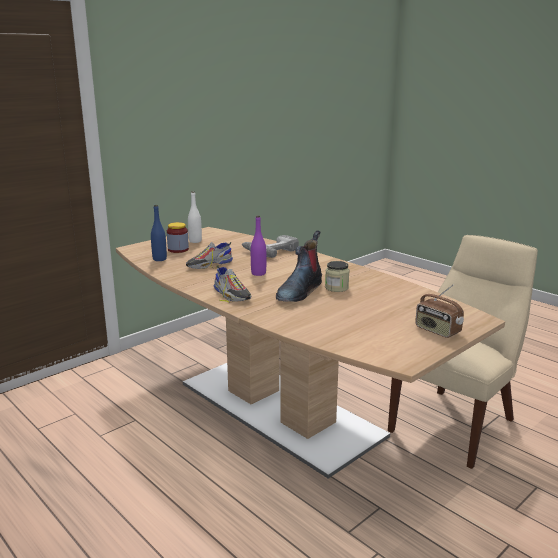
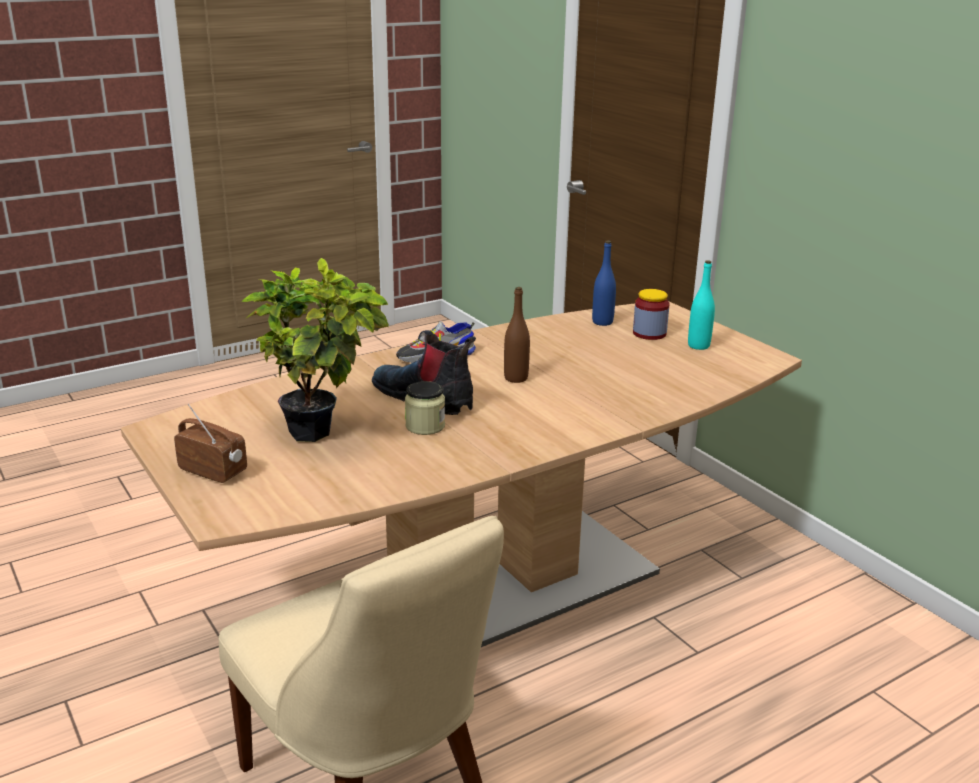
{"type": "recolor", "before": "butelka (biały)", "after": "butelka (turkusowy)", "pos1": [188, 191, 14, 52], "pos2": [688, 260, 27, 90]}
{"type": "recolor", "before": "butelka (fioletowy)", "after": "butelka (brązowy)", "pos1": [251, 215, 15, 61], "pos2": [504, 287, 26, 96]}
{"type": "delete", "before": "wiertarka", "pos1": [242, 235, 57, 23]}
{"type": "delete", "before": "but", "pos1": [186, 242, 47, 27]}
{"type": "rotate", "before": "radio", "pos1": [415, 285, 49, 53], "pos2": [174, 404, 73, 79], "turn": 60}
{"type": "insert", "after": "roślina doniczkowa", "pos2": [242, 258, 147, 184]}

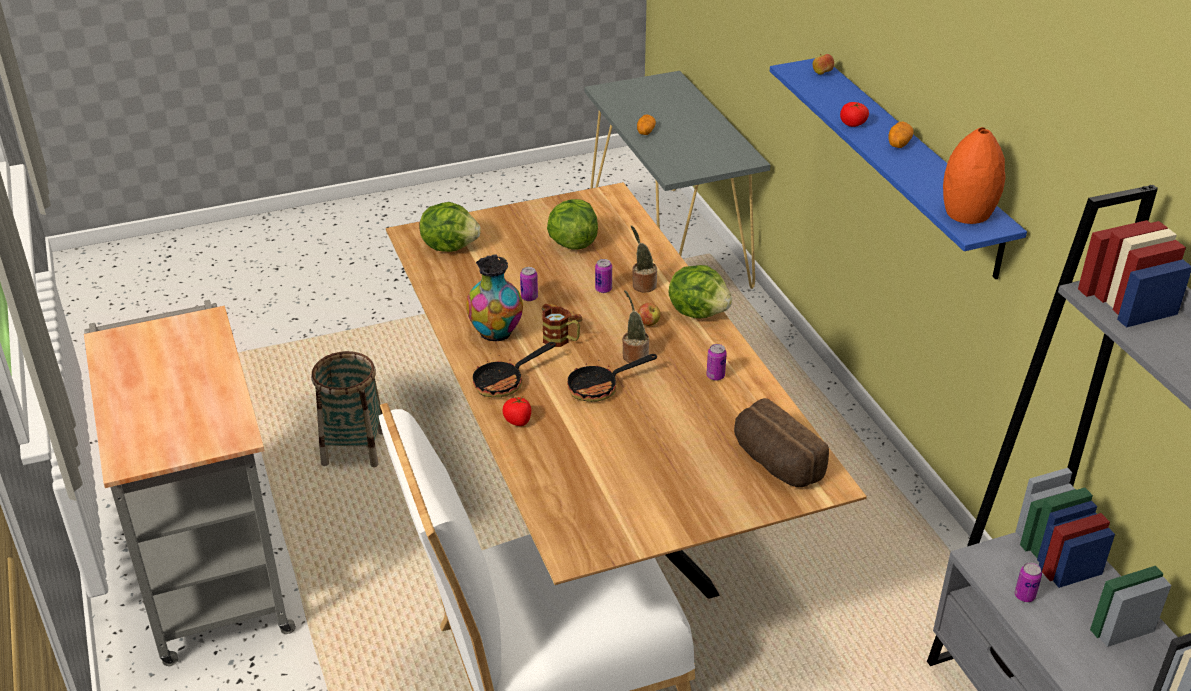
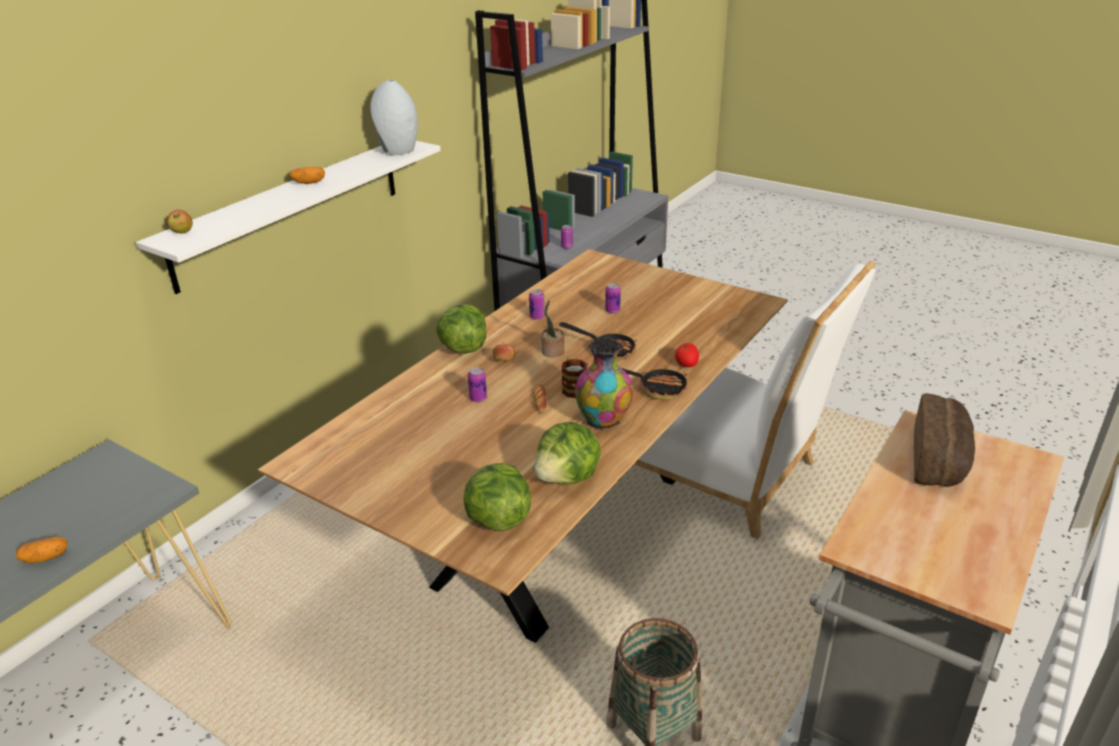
{"type": "recolor", "before": "półka (niebieski)", "after": "półka (biały)", "pos1": [770, 58, 257, 221], "pos2": [136, 141, 305, 153]}
{"type": "delete", "before": "pomidor", "pos1": [840, 102, 29, 25]}
{"type": "recolor", "before": "wazon (pomarańczowy)", "after": "wazon (szary)", "pos1": [943, 127, 63, 97], "pos2": [370, 80, 48, 75]}
{"type": "move", "before": "sałata", "pos1": [547, 199, 51, 51], "pos2": [534, 422, 67, 62]}
{"type": "delete", "before": "roślina doniczkowa", "pos1": [631, 226, 26, 67]}
{"type": "move", "before": "puszka", "pos1": [520, 267, 18, 34], "pos2": [605, 283, 16, 31]}
{"type": "move", "before": "chleb", "pos1": [734, 398, 95, 89], "pos2": [914, 393, 61, 94]}

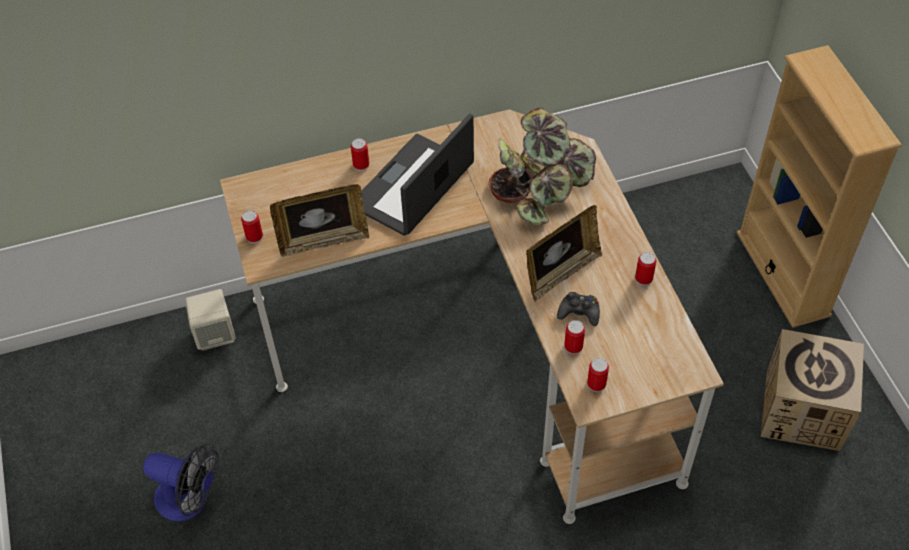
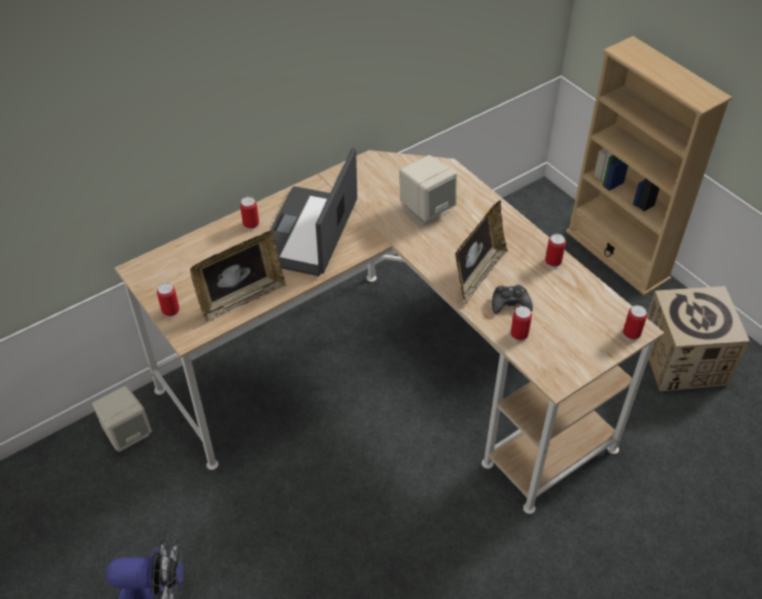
{"type": "replace", "before": "roślina doniczkowa", "after": "głośnik (beżowy)", "pos1": [488, 107, 108, 118], "pos2": [399, 155, 58, 71]}
{"type": "move", "before": "puszka", "pos1": [587, 358, 22, 34], "pos2": [623, 305, 24, 36]}

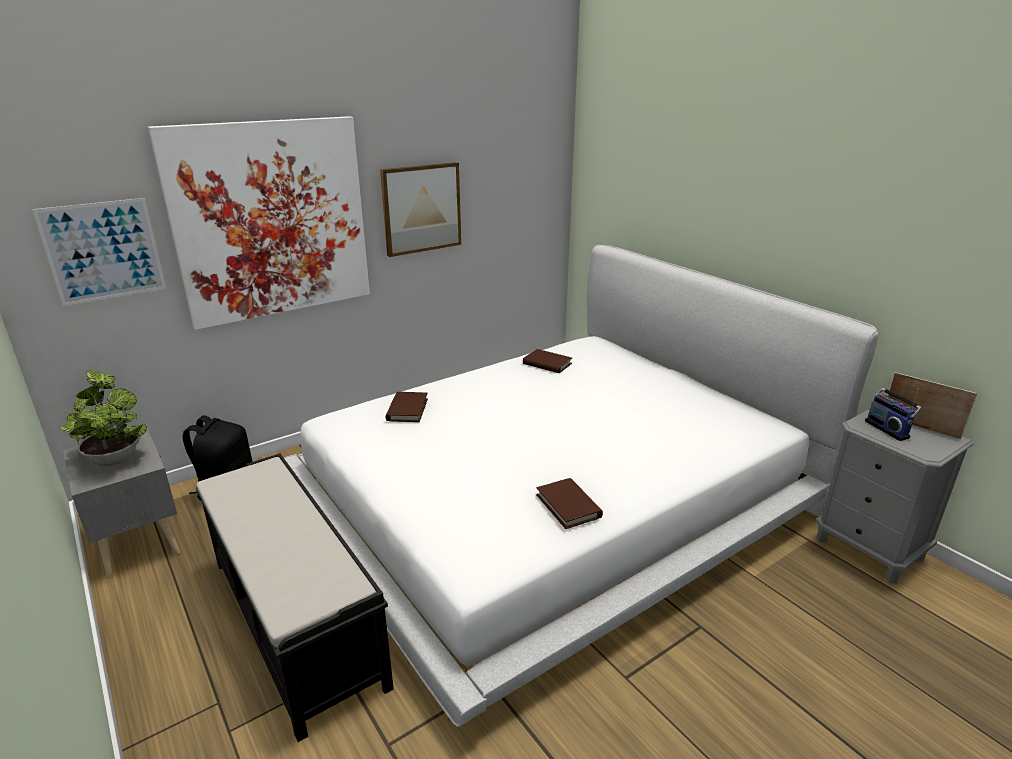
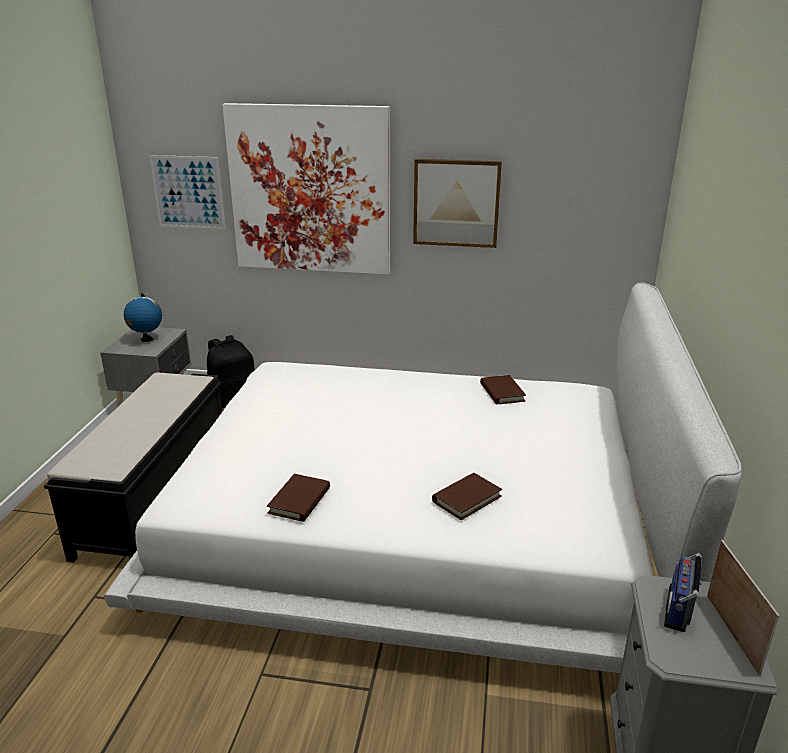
{"type": "replace", "before": "roślina doniczkowa", "after": "globus", "pos1": [59, 370, 88, 96], "pos2": [124, 293, 38, 49]}
{"type": "move", "before": "książka (brązowy)", "pos1": [386, 392, 42, 30], "pos2": [432, 473, 70, 47]}

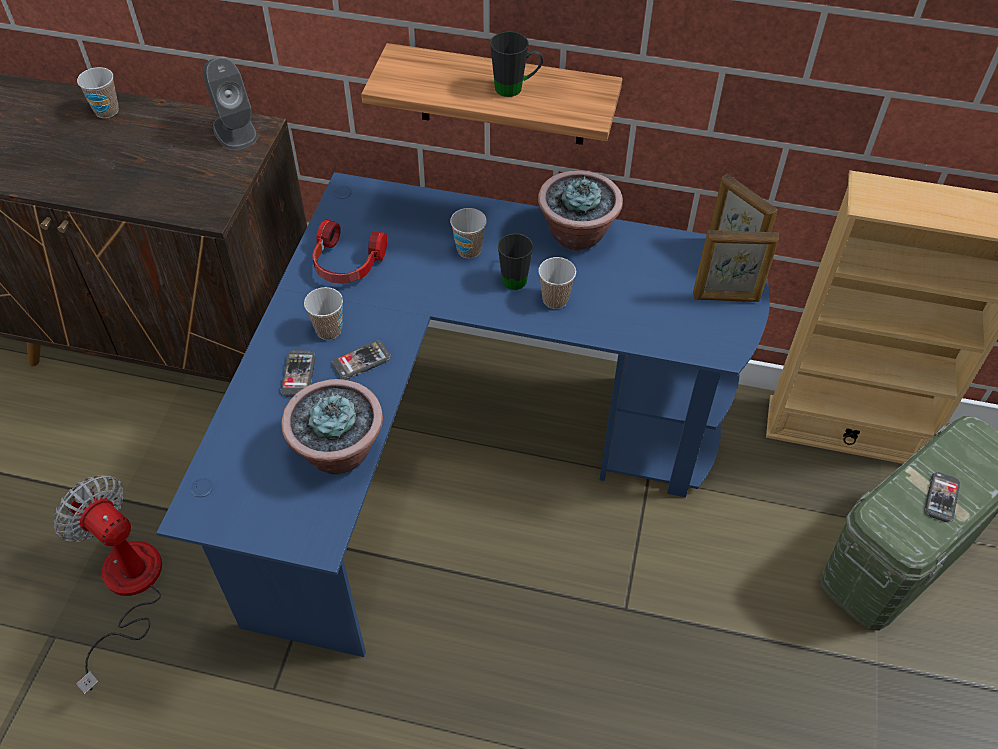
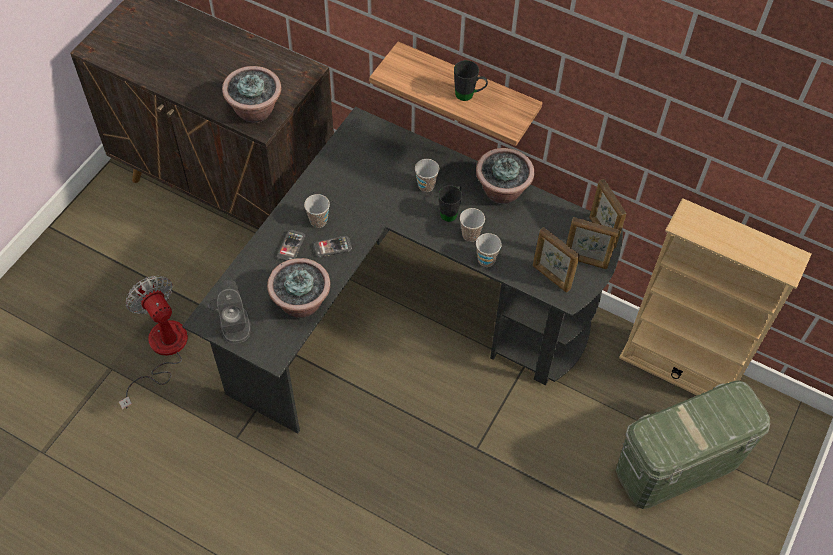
{"type": "move", "before": "głośnik (szary)", "pos1": [203, 58, 55, 92], "pos2": [217, 280, 34, 64]}
{"type": "move", "before": "filiżanka", "pos1": [77, 67, 42, 51], "pos2": [476, 233, 26, 34]}
{"type": "recolor", "before": "biurko (niebieski)", "after": "biurko (czarny)", "pos1": [157, 172, 613, 485], "pos2": [182, 107, 441, 326]}
{"type": "delete", "before": "słuchawki", "pos1": [312, 220, 75, 64]}
{"type": "delete", "before": "telefon", "pos1": [924, 472, 36, 50]}
{"type": "insert", "after": "roślina doniczkowa", "pos2": [222, 66, 59, 57]}
{"type": "insert", "after": "ramka na zdjęcie", "pos2": [533, 227, 47, 65]}

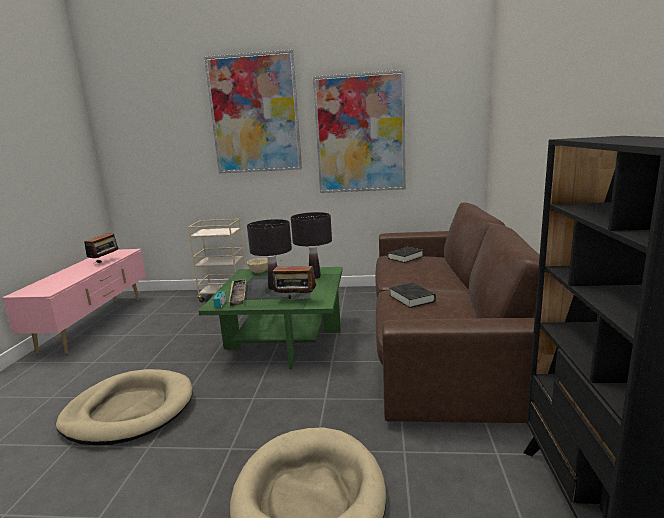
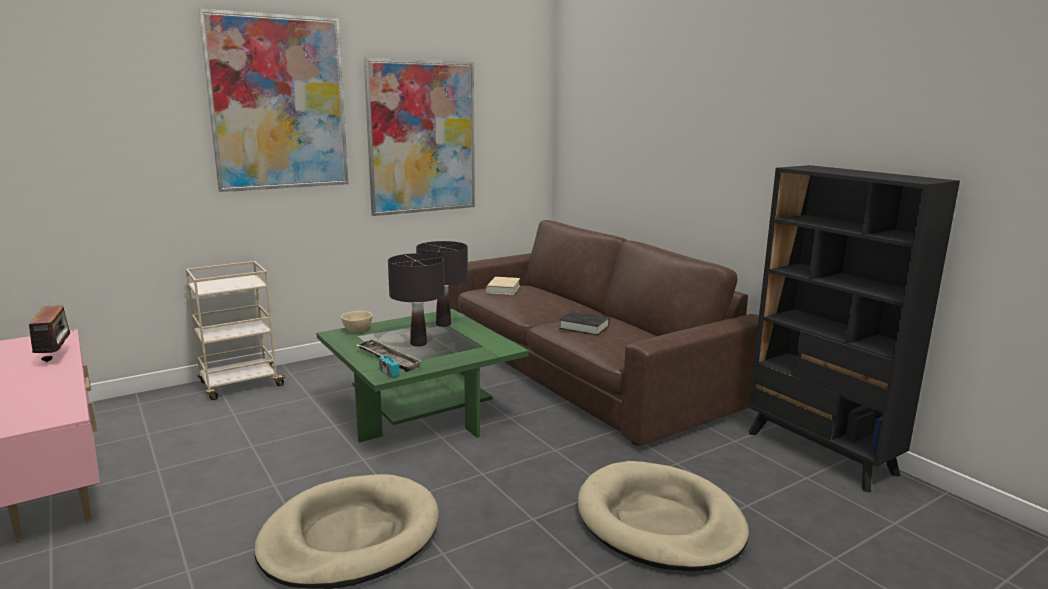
{"type": "recolor", "before": "książka (czarny)", "after": "książka (beżowy)", "pos1": [387, 247, 36, 16], "pos2": [486, 277, 34, 18]}
{"type": "delete", "before": "radio", "pos1": [273, 260, 43, 39]}

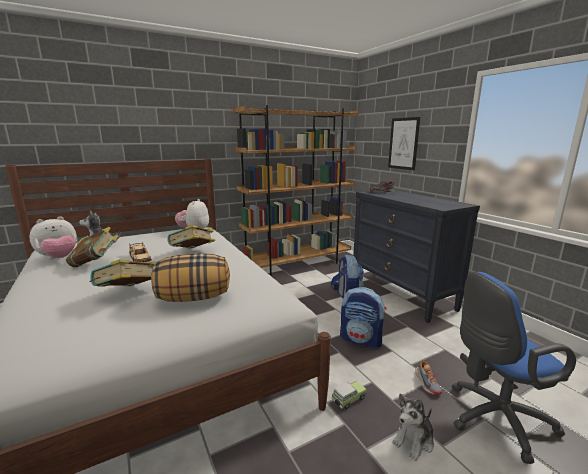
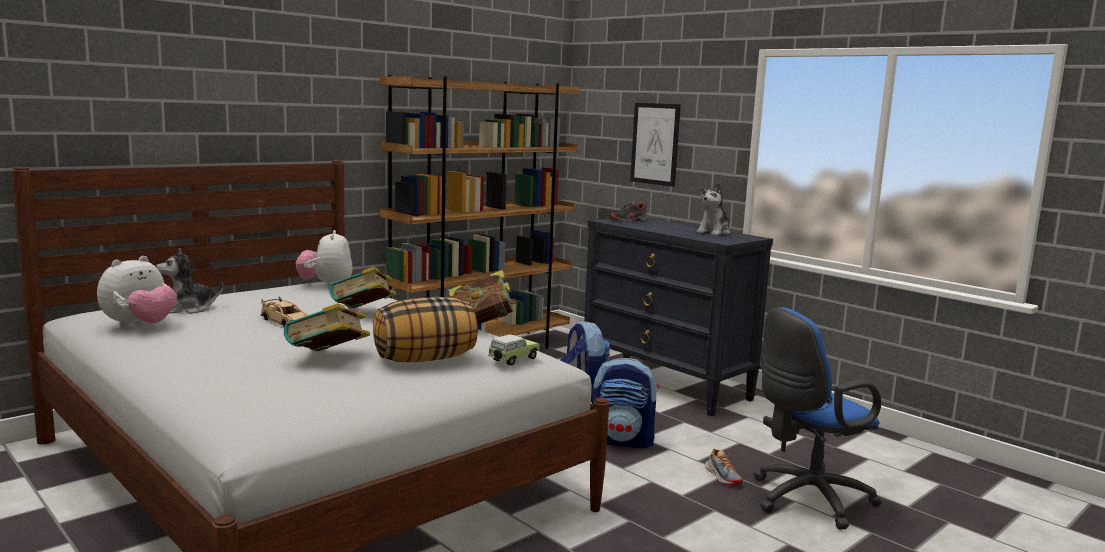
{"type": "move", "before": "książka", "pos1": [66, 227, 52, 41], "pos2": [449, 270, 69, 55]}
{"type": "move", "before": "samochodzik", "pos1": [331, 381, 36, 28], "pos2": [488, 334, 52, 32]}
{"type": "move", "before": "pluszak", "pos1": [393, 394, 41, 67], "pos2": [696, 183, 34, 53]}

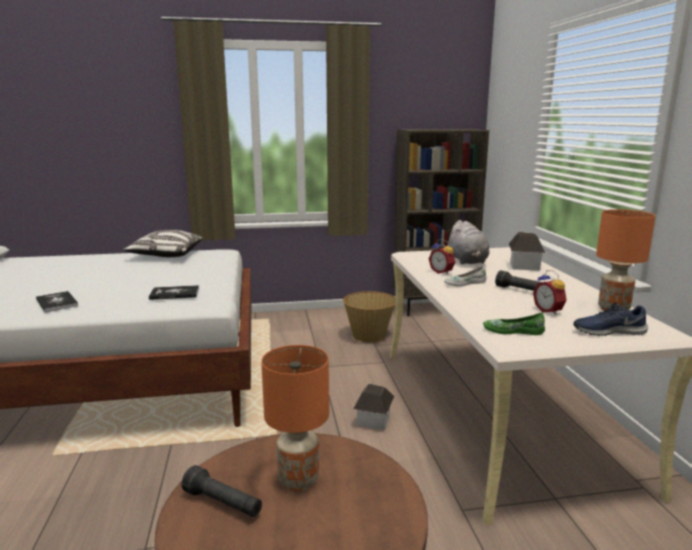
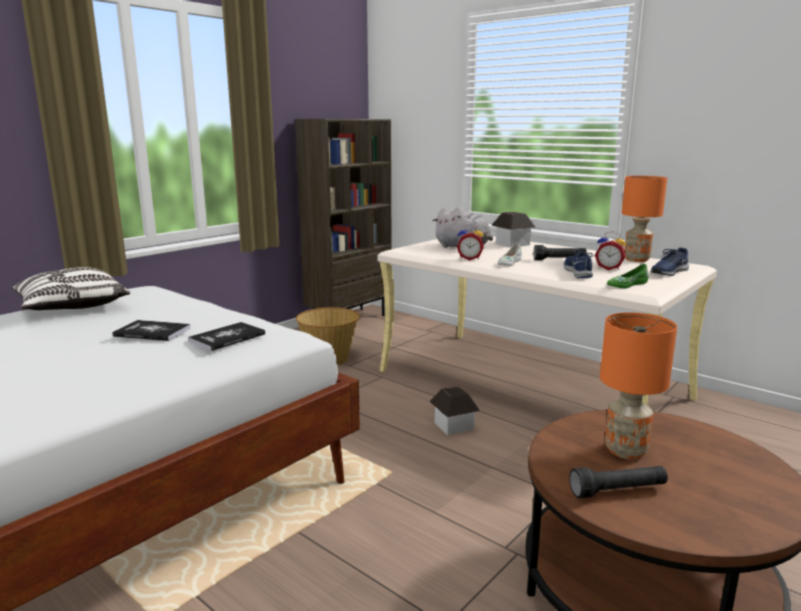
{"type": "move", "before": "książka", "pos1": [36, 291, 42, 22], "pos2": [112, 320, 79, 21]}
{"type": "insert", "after": "but (niebieski)", "pos2": [564, 250, 29, 28]}

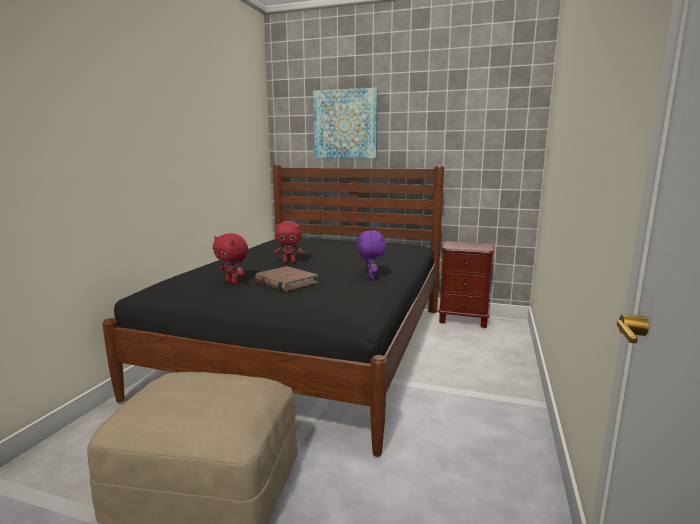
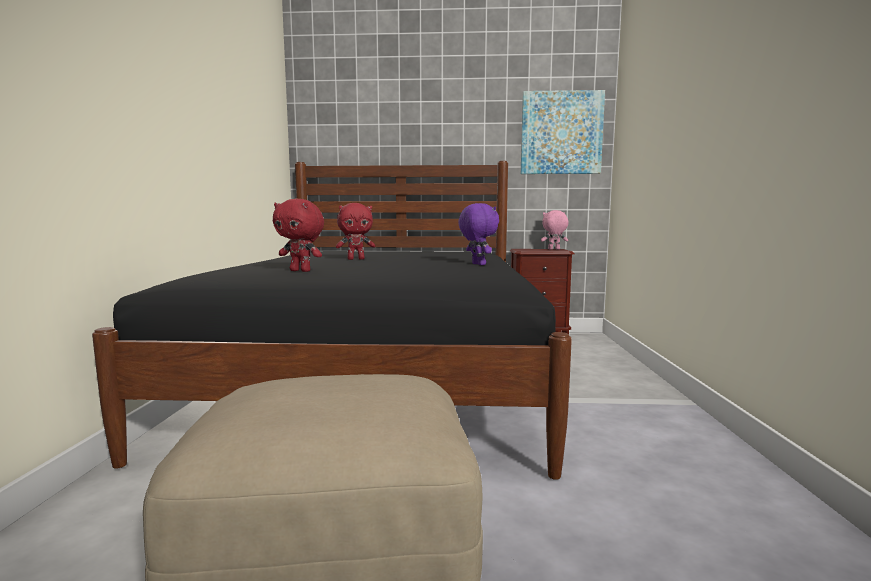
{"type": "move", "before": "obraz", "pos1": [313, 88, 65, 70], "pos2": [521, 90, 84, 84]}
{"type": "delete", "before": "książka (brązowy)", "pos1": [255, 266, 63, 25]}
{"type": "insert", "after": "pluszak (różowy)", "pos2": [541, 210, 27, 39]}

